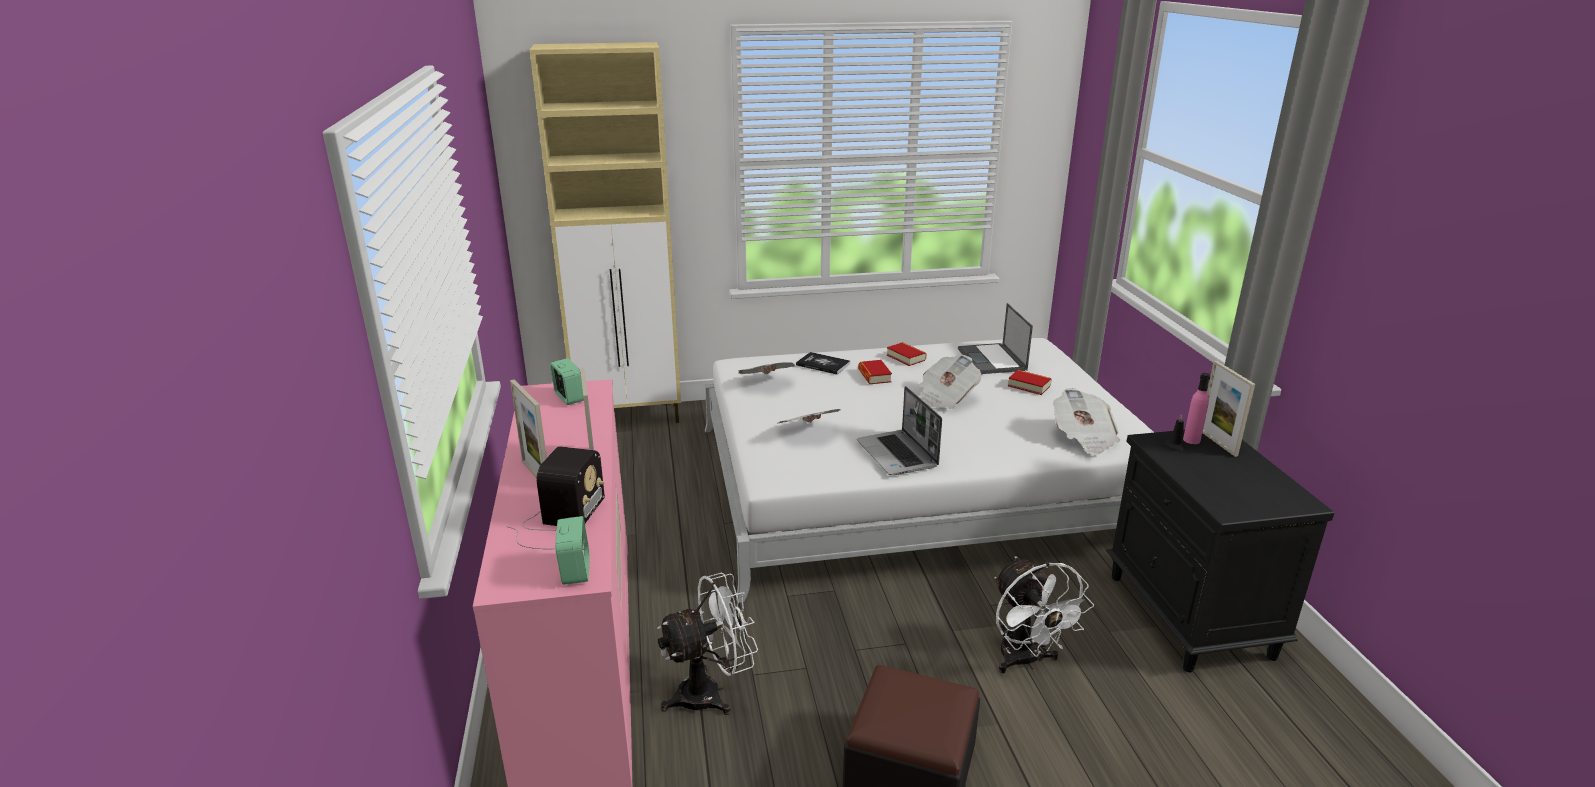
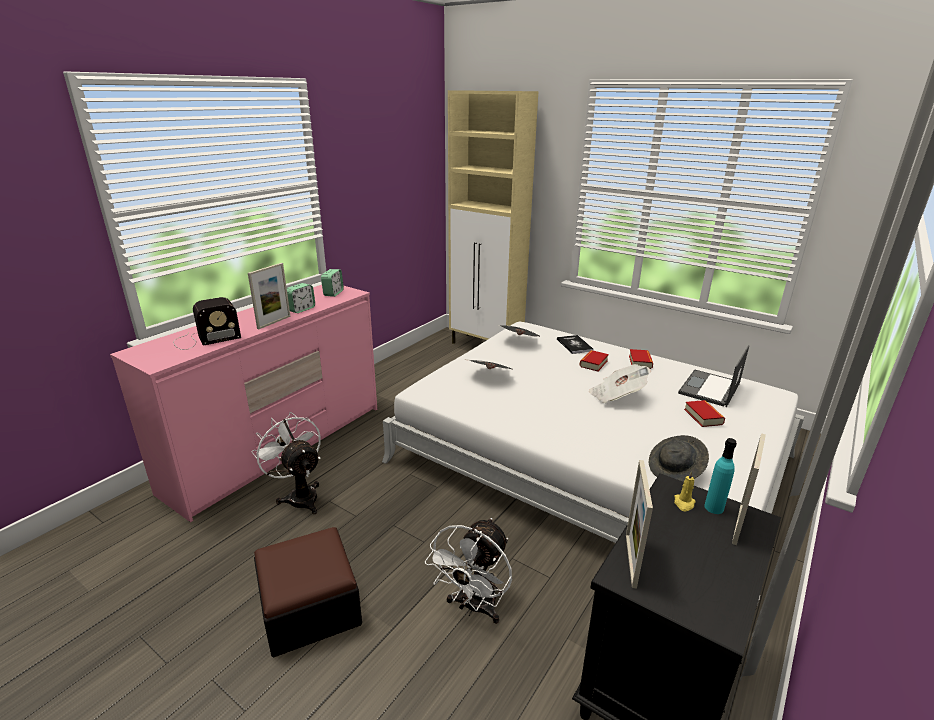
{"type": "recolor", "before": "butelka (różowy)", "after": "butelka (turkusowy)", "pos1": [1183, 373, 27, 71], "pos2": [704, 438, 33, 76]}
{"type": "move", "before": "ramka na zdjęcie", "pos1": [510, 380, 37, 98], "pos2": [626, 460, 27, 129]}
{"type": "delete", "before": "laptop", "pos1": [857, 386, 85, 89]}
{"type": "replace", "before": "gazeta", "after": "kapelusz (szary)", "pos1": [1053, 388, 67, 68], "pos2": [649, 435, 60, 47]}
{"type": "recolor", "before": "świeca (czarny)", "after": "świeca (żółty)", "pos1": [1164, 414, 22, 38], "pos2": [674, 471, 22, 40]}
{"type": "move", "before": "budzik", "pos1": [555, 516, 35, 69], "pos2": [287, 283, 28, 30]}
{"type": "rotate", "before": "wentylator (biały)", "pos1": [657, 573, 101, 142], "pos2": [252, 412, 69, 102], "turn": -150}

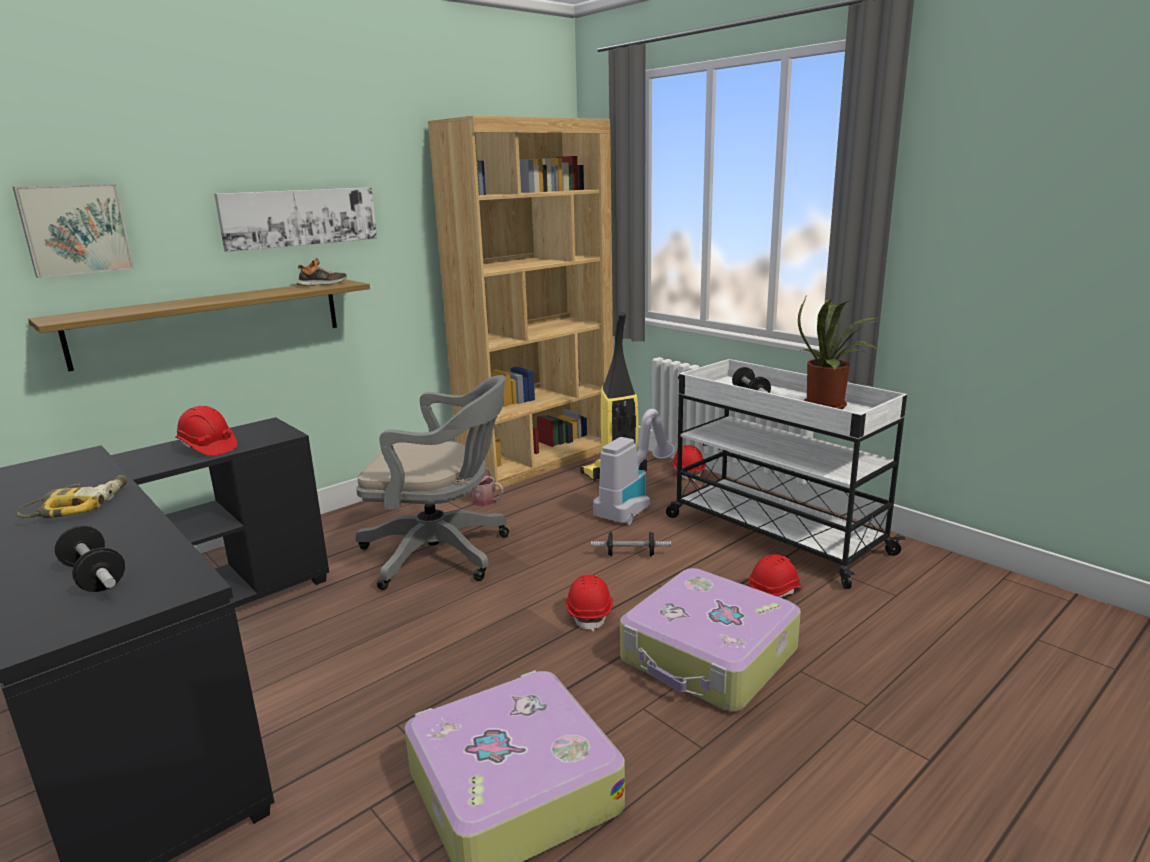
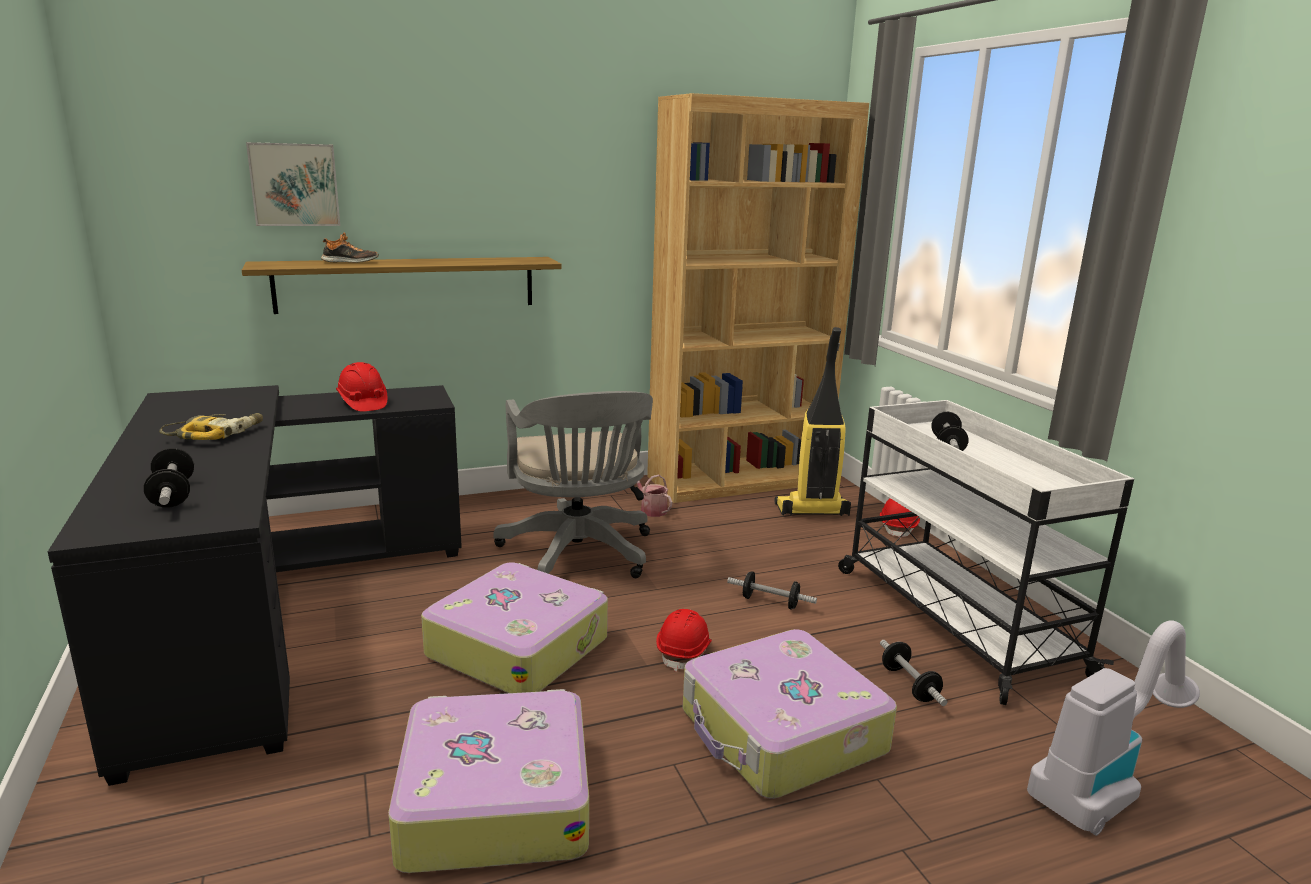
{"type": "delete", "before": "obraz", "pos1": [214, 187, 163, 65]}
{"type": "move", "before": "but", "pos1": [297, 258, 50, 28], "pos2": [321, 233, 58, 30]}
{"type": "delete", "before": "roślina doniczkowa", "pos1": [798, 294, 82, 115]}
{"type": "rotate", "before": "krzesło biurowe (szary)", "pos1": [355, 375, 154, 215], "pos2": [493, 391, 160, 187], "turn": 45}
{"type": "move", "before": "odkurzacz", "pos1": [593, 409, 82, 116], "pos2": [1027, 620, 173, 216]}
{"type": "replace", "before": "kask (czerwony)", "after": "hantel", "pos1": [748, 554, 55, 44], "pos2": [880, 640, 68, 66]}
{"type": "insert", "after": "walizka", "pos2": [421, 563, 187, 130]}

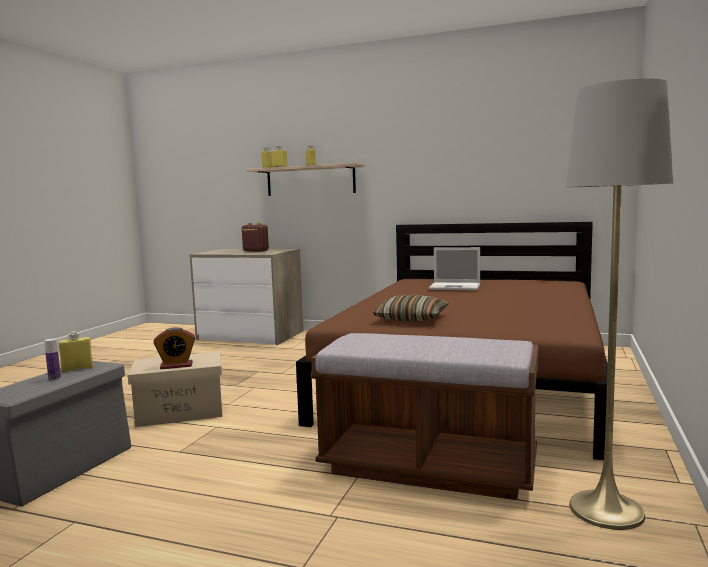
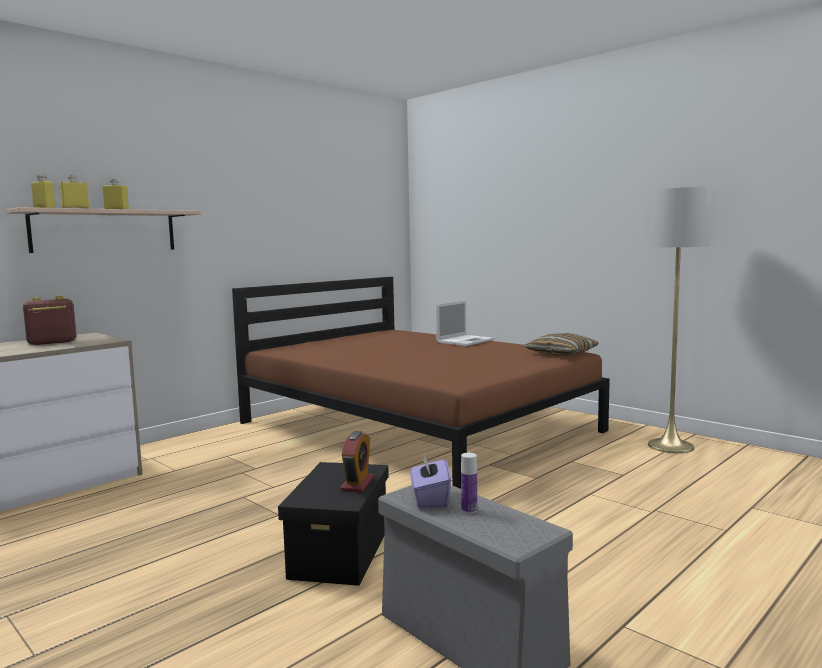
{"type": "move", "before": "laptop", "pos1": [428, 247, 52, 43], "pos2": [436, 300, 59, 46]}
{"type": "move", "before": "poduszka", "pos1": [373, 295, 76, 27], "pos2": [524, 333, 75, 23]}
{"type": "replace", "before": "butelka (żółty)", "after": "pudełko chusteczek (fioletowy)", "pos1": [59, 331, 34, 41], "pos2": [410, 453, 41, 56]}
{"type": "delete", "before": "ławka (brązowy)", "pos1": [311, 333, 227, 167]}
{"type": "recolor", "before": "pojemnik do przechowywania (beżowy)", "after": "pojemnik do przechowywania (czarny)", "pos1": [128, 352, 95, 75], "pos2": [278, 462, 111, 124]}

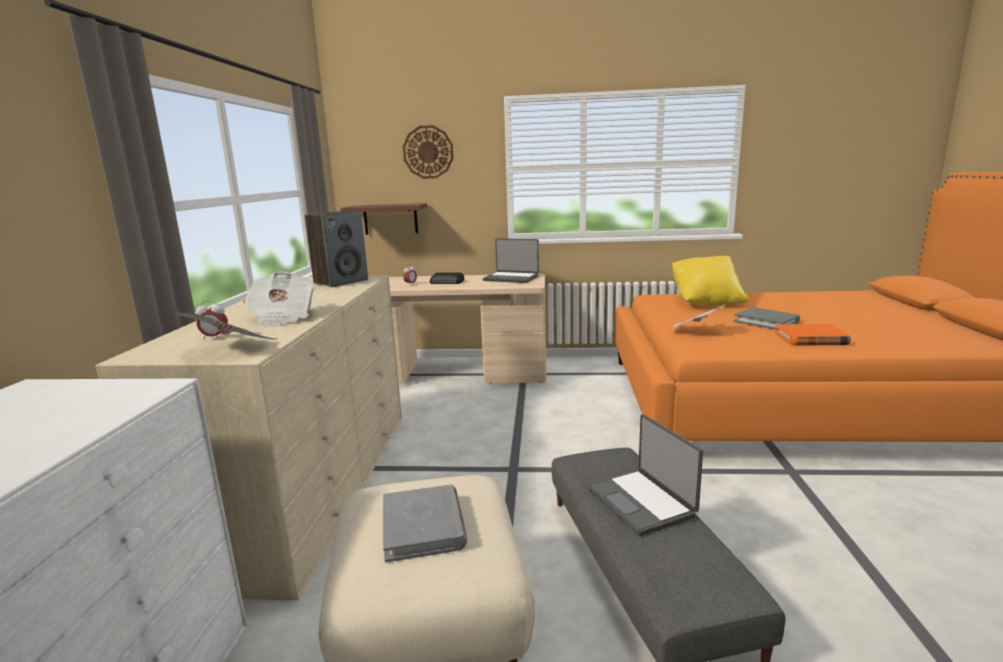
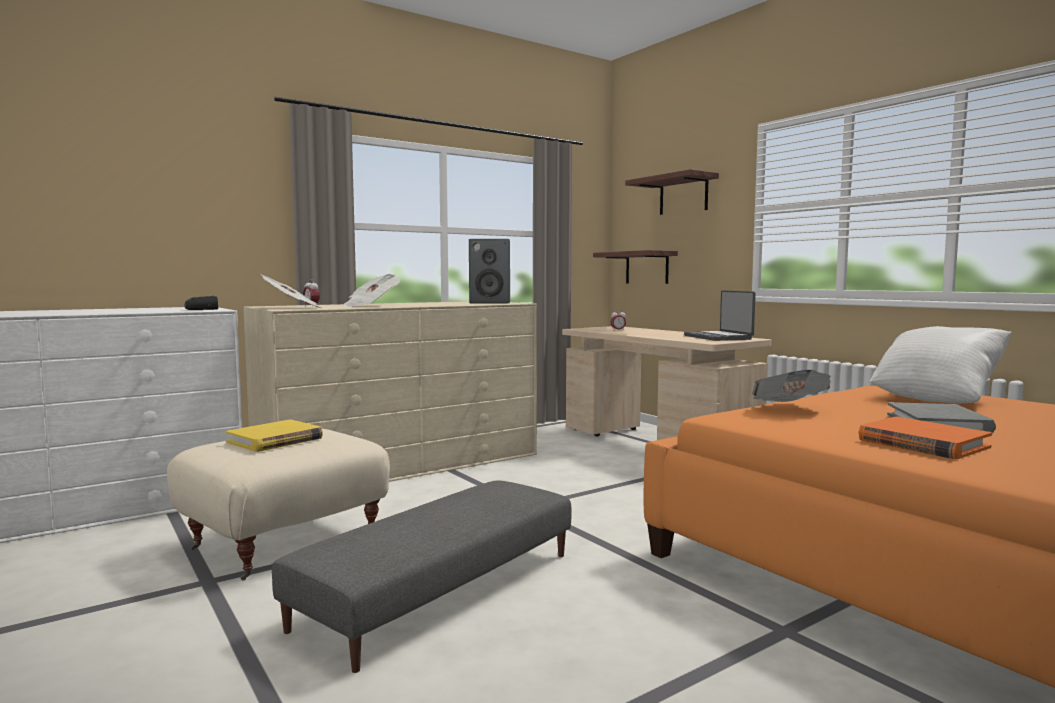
{"type": "replace", "before": "zegar ścienny", "after": "półka", "pos1": [403, 125, 51, 54], "pos2": [625, 169, 94, 46]}
{"type": "recolor", "before": "poduszka (żółty)", "after": "poduszka (biały)", "pos1": [672, 256, 76, 50], "pos2": [870, 326, 142, 77]}
{"type": "move", "before": "radio", "pos1": [430, 272, 34, 12], "pos2": [185, 296, 33, 14]}
{"type": "delete", "before": "laptop", "pos1": [587, 414, 116, 122]}
{"type": "recolor", "before": "książka (szary)", "after": "książka (żółty)", "pos1": [383, 484, 84, 78], "pos2": [226, 419, 97, 33]}

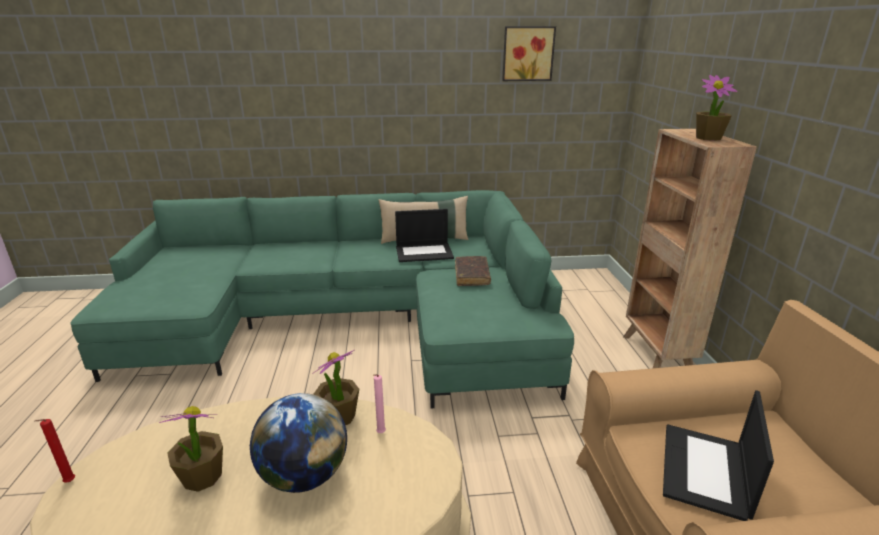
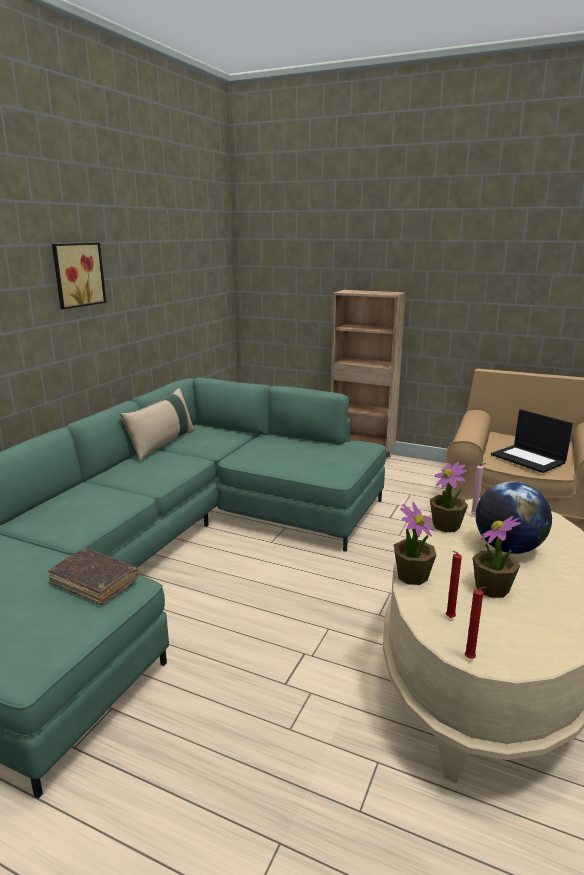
{"type": "move", "before": "obraz", "pos1": [502, 26, 54, 55], "pos2": [52, 243, 54, 66]}
{"type": "move", "before": "roślina doniczkowa", "pos1": [696, 75, 41, 66], "pos2": [394, 502, 42, 83]}
{"type": "delete", "before": "laptop", "pos1": [395, 209, 59, 53]}
{"type": "move", "before": "książka (brązowy)", "pos1": [455, 256, 36, 30], "pos2": [48, 548, 91, 57]}
{"type": "insert", "after": "świeca (czerwony)", "pos2": [446, 551, 16, 67]}

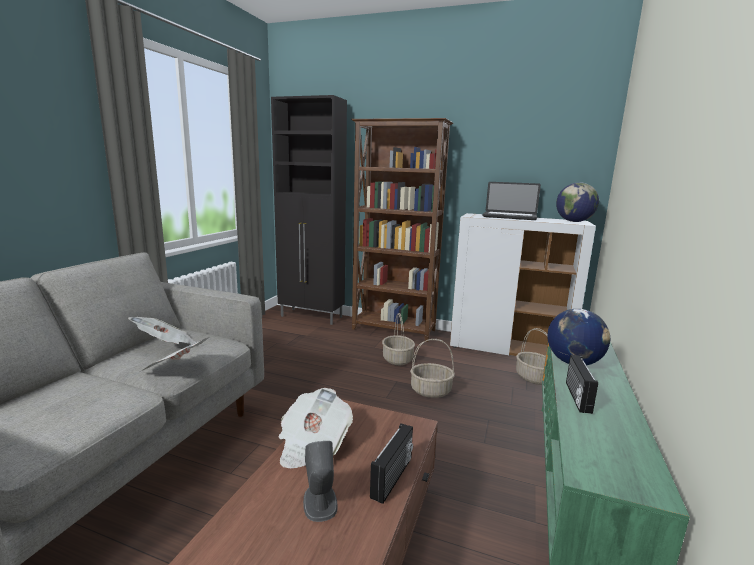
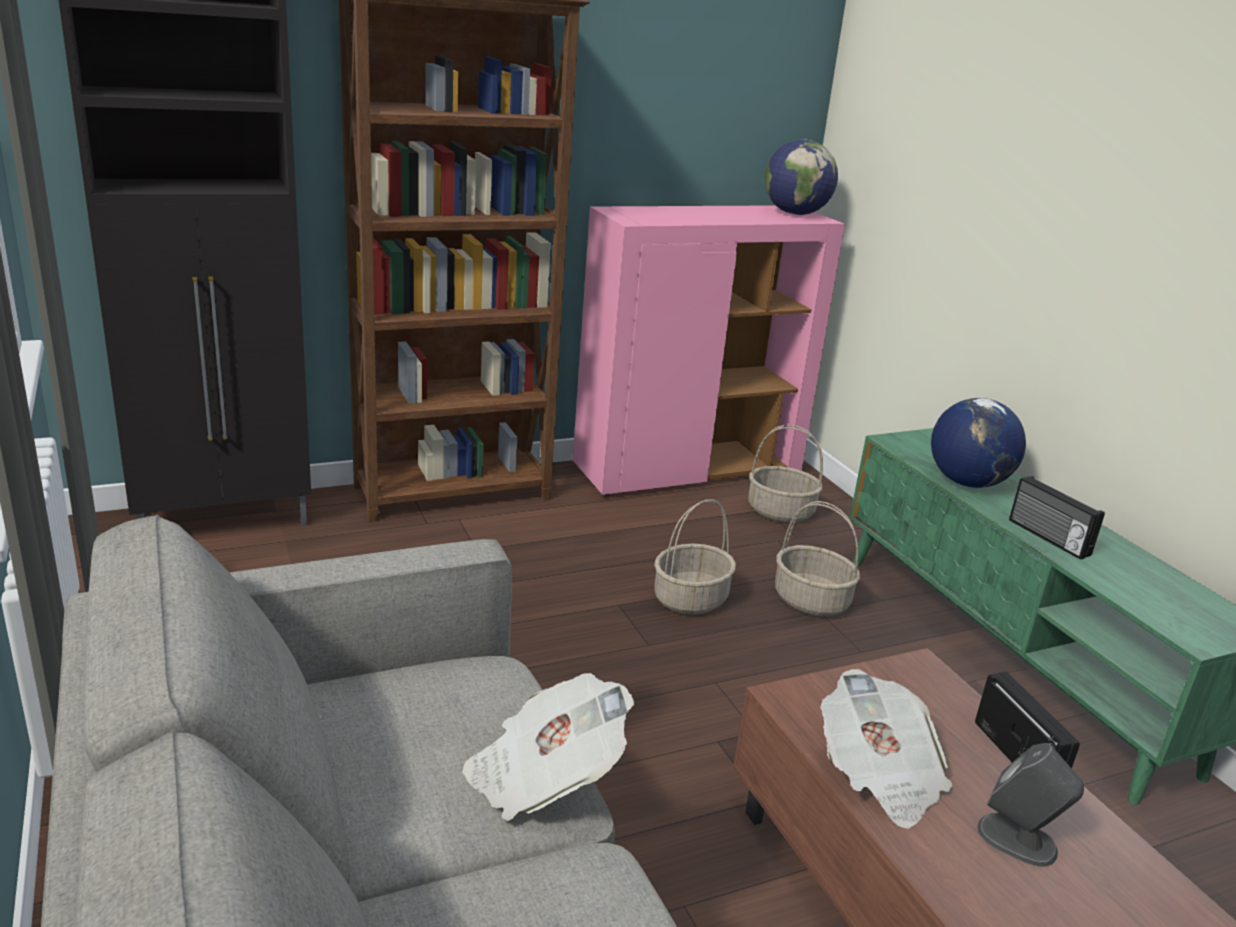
{"type": "delete", "before": "laptop", "pos1": [483, 182, 58, 38]}
{"type": "recolor", "before": "szafka (biały)", "after": "szafka (różowy)", "pos1": [450, 213, 146, 143], "pos2": [573, 205, 272, 291]}
{"type": "move", "before": "koszyk", "pos1": [382, 313, 33, 52], "pos2": [775, 501, 85, 115]}
{"type": "delete", "before": "gazeta", "pos1": [128, 317, 68, 27]}

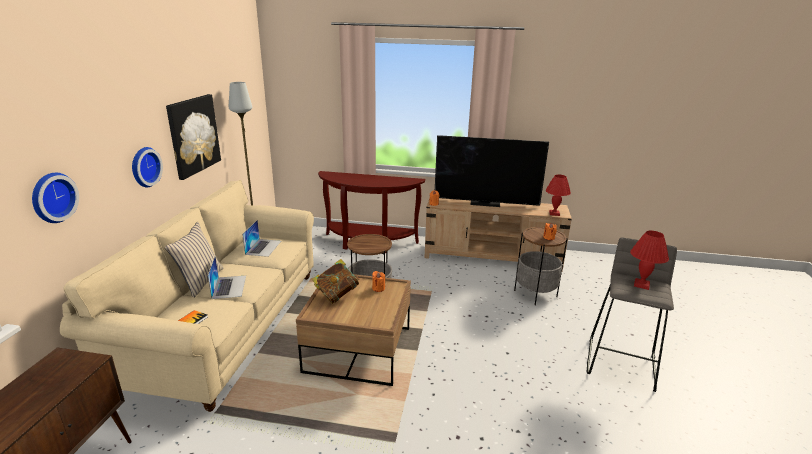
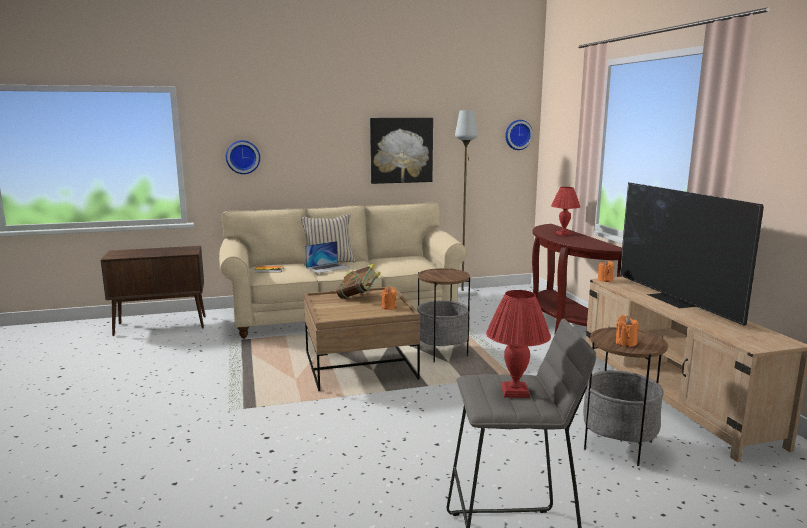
{"type": "move", "before": "zegar ścienny", "pos1": [132, 147, 31, 41], "pos2": [505, 120, 28, 30]}
{"type": "move", "before": "lampa stołowa (czerwony)", "pos1": [546, 175, 25, 41], "pos2": [551, 187, 29, 49]}
{"type": "delete", "before": "laptop", "pos1": [242, 220, 39, 37]}

